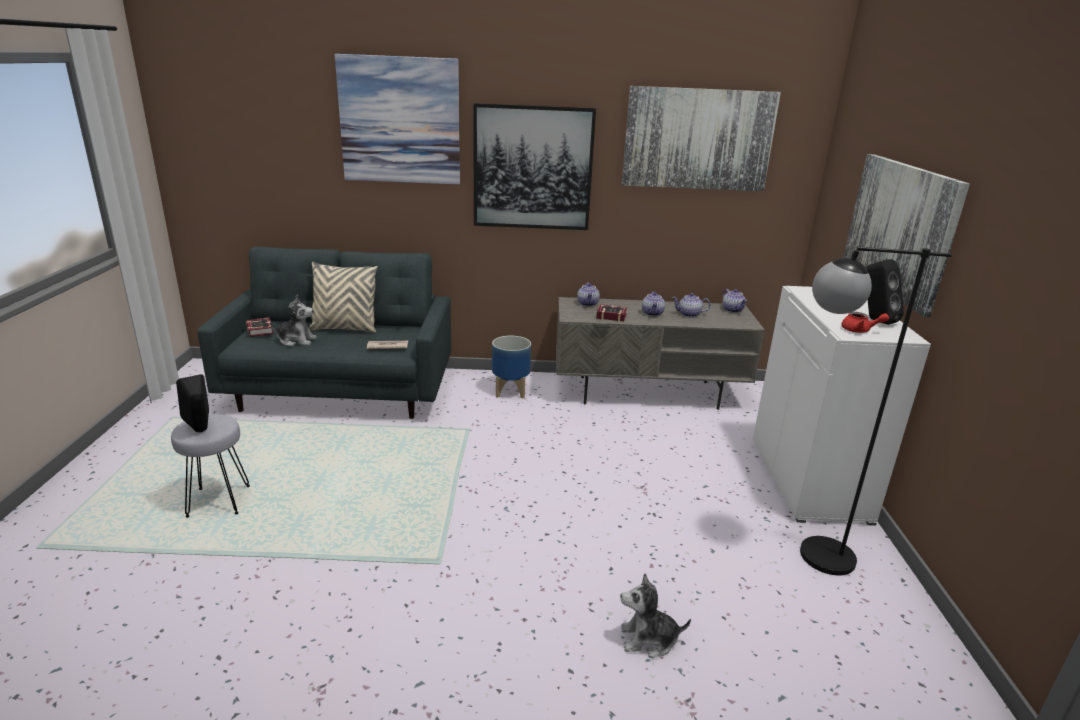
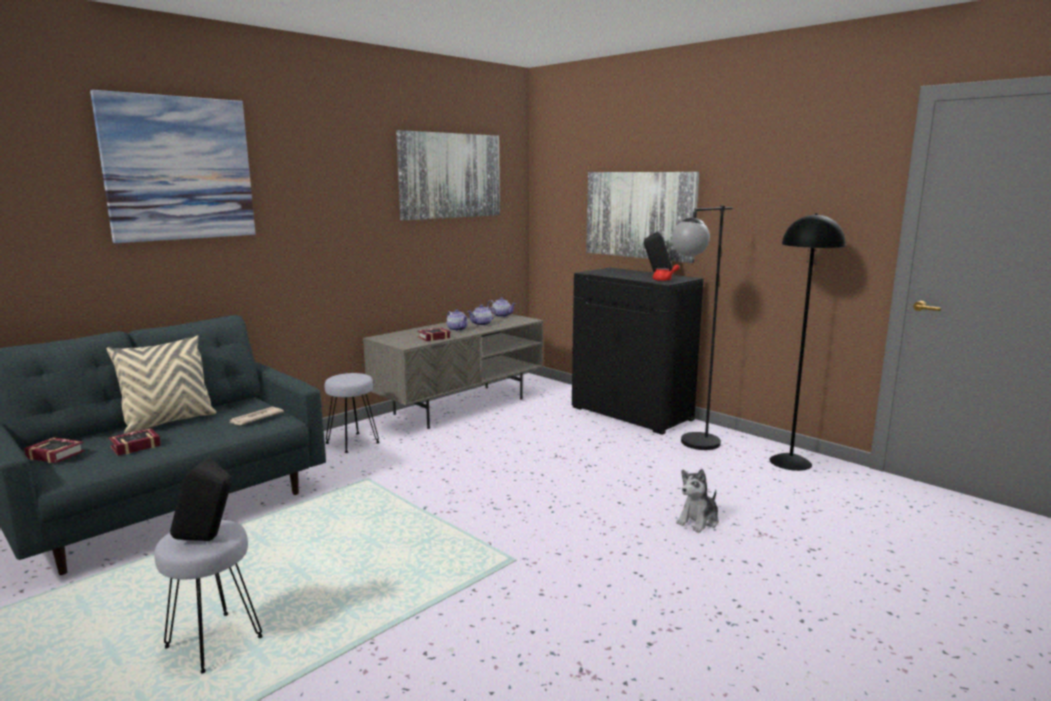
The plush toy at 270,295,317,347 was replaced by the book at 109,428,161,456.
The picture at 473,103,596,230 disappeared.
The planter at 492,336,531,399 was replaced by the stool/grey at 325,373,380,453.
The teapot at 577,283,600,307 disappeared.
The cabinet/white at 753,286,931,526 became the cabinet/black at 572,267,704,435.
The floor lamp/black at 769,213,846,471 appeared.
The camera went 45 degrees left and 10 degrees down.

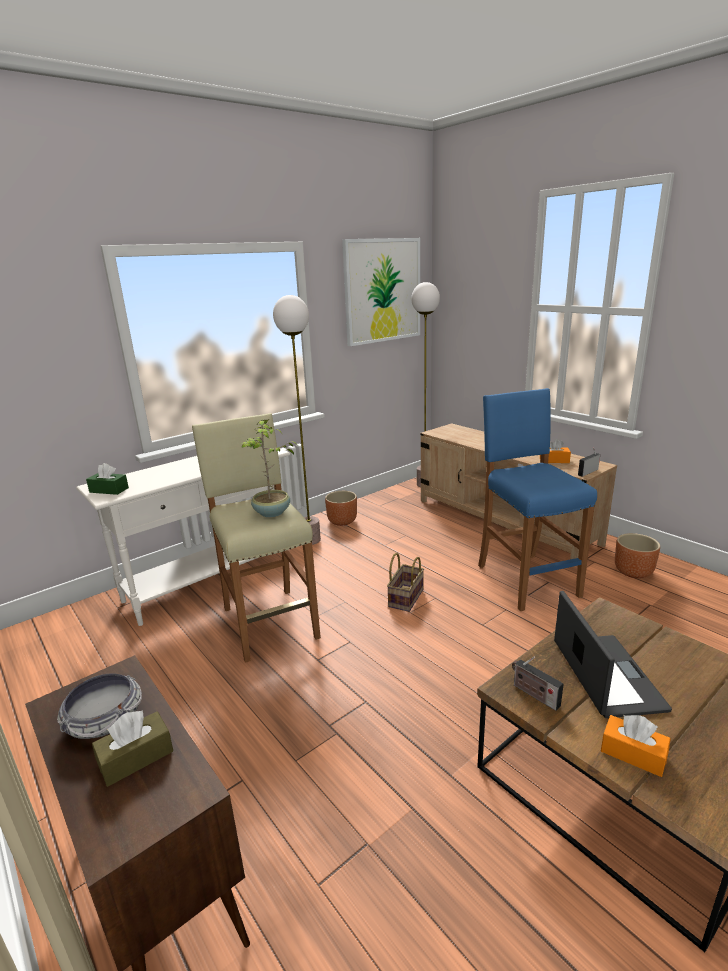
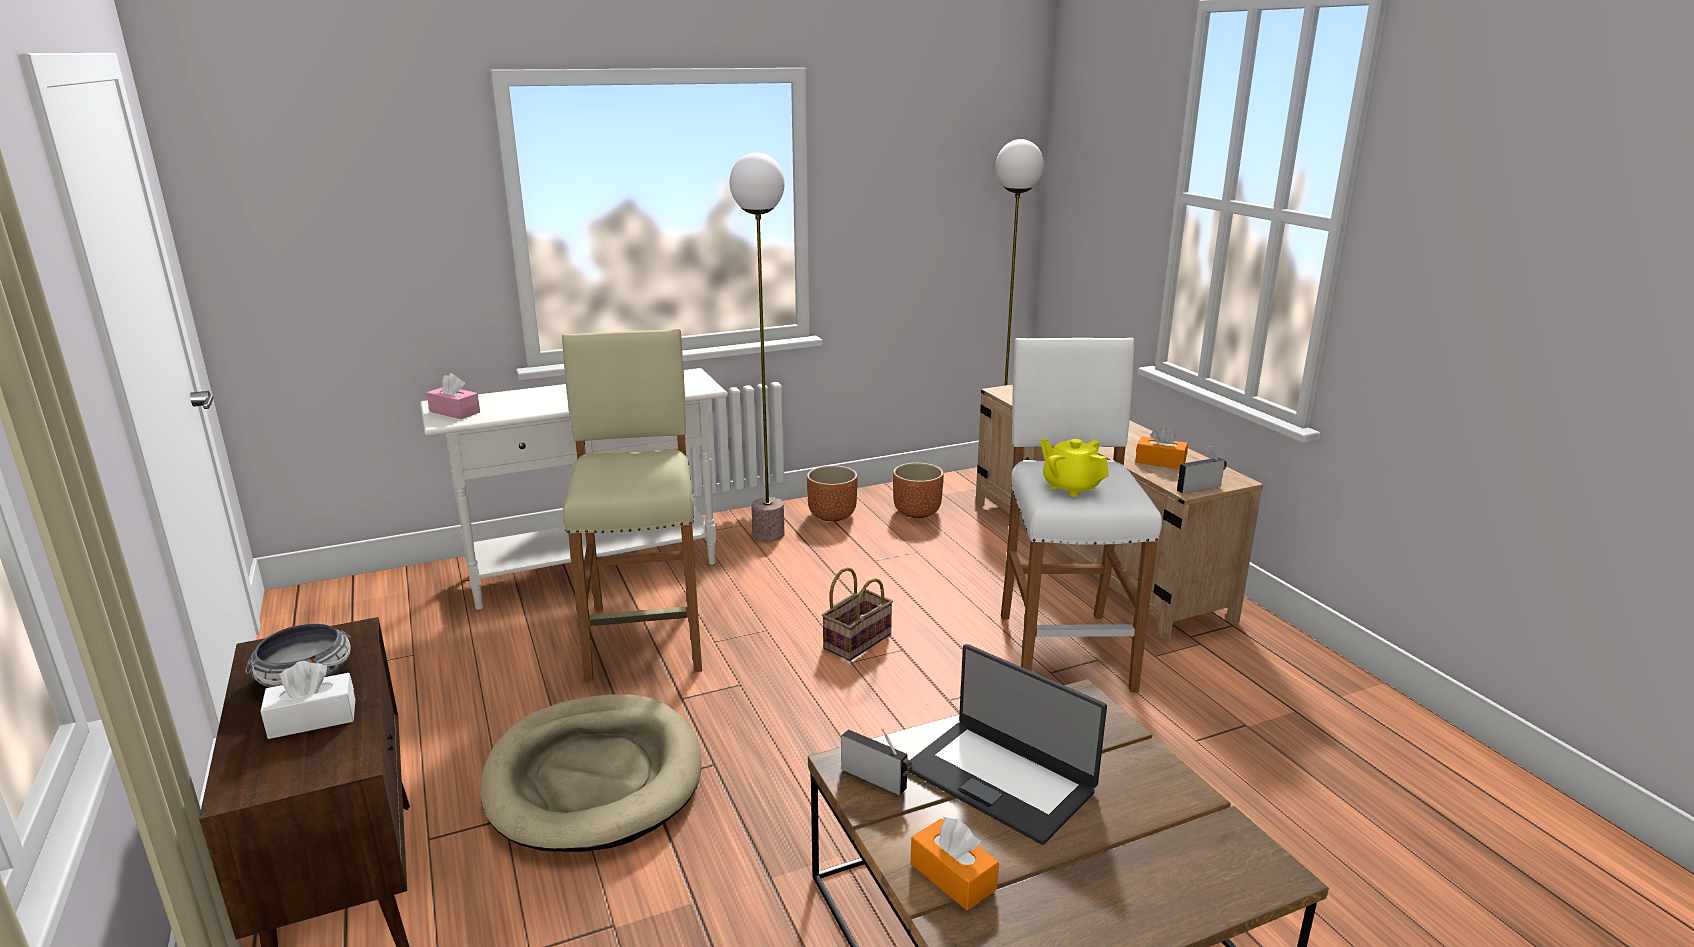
The tissue box/green at 86,463,129,495 became the tissue box/pink at 426,373,480,419.
The tissue box/brown at 92,710,173,787 became the tissue box/white at 260,661,355,739.
The potted plant at 241,418,298,517 disappeared.
The picture at 342,238,420,346 disappeared.
The stool/blue at 478,388,597,611 became the stool/white at 1001,338,1162,692.
The radio at 512,657,564,711 turned 150 degrees clockwise.
The laptop at 554,591,672,718 turned 120 degrees clockwise.
The planter/brown moved from 615,533,660,578 to 893,463,944,518.
The dog bed/beige at 480,694,702,852 appeared.
The teapot/yellow at 1040,439,1109,497 appeared.
The camera went 15 degrees right and 0 degrees up.

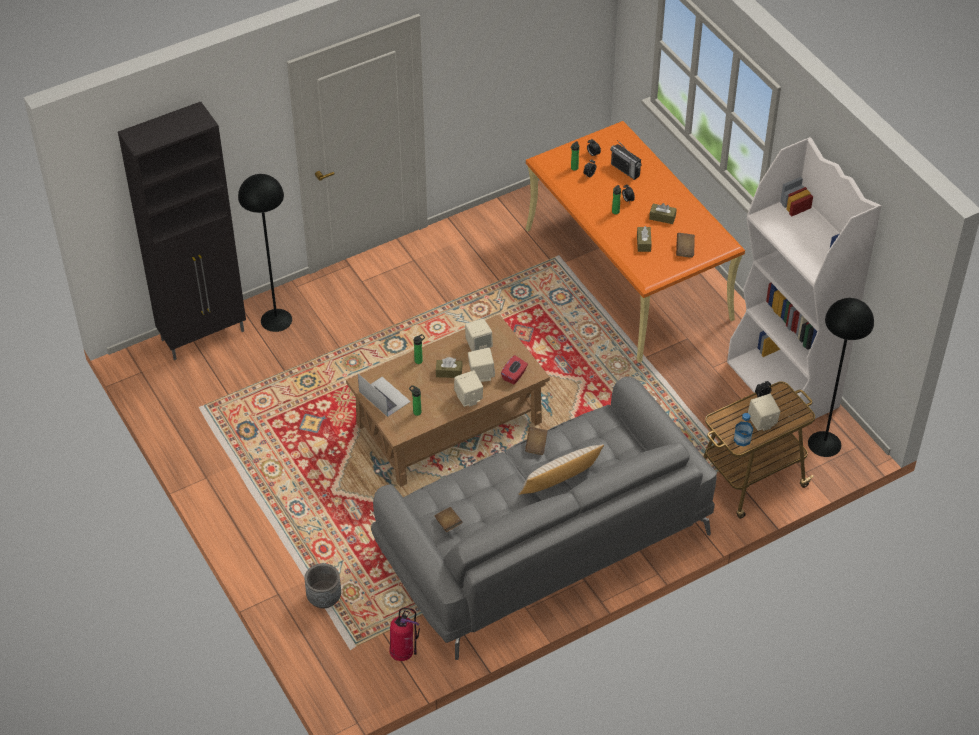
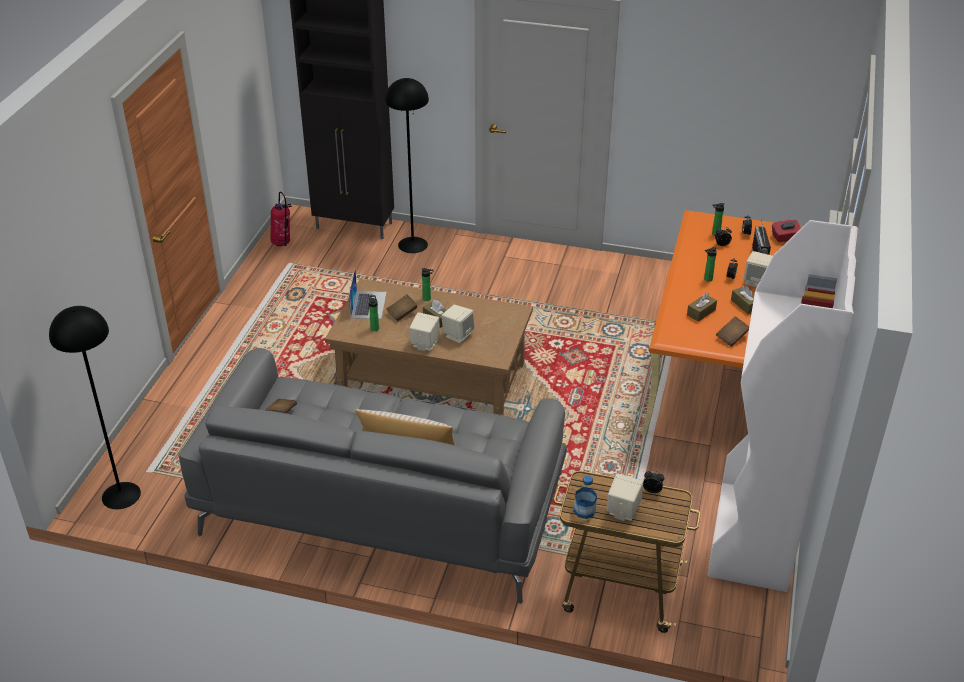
The planter/grey at 304,563,341,609 disappeared.
The fire extinguisher moved from 390,608,420,661 to 270,192,292,246.
The speaker/beige moved from 465,319,493,351 to 743,251,773,287.
The tissue box/red moved from 501,355,528,385 to 772,220,801,242.
The book/brown moved from 525,427,548,455 to 387,294,418,321.
The floor lamp/black moved from 808,298,874,457 to 49,306,141,509.
The camera went 45 degrees right and 10 degrees down.

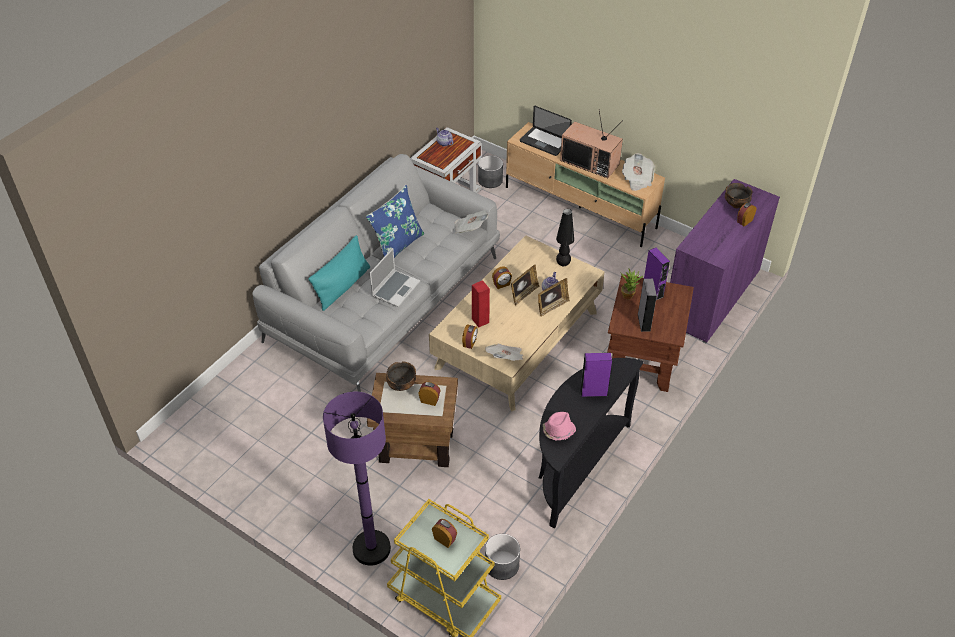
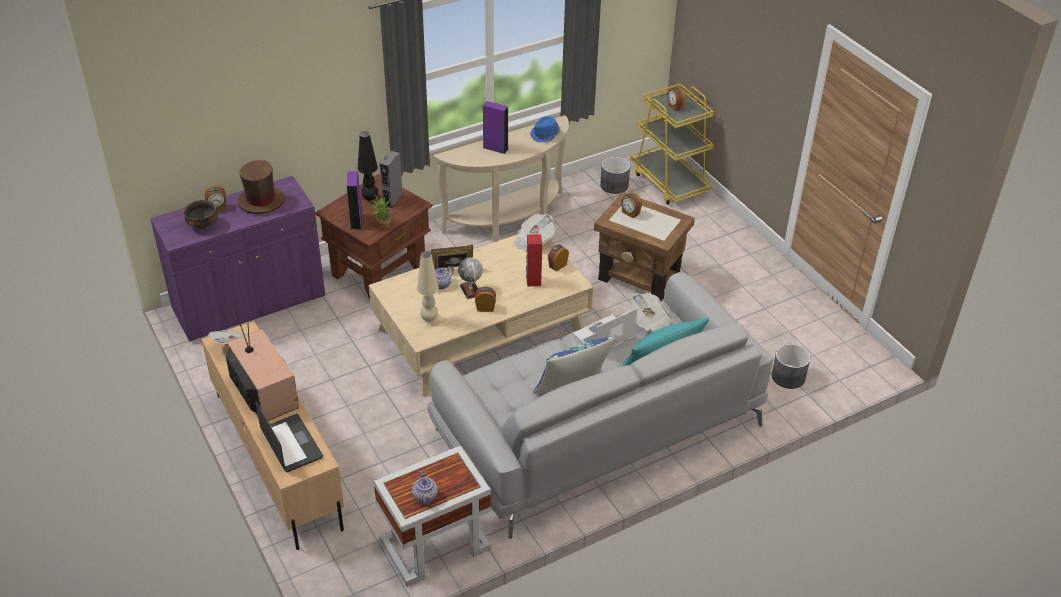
The floor lamp/purple at 323,392,391,566 disappeared.
The bowl at 386,361,416,391 disappeared.
The newspaper moved from 455,209,488,233 to 630,293,672,332.
The planter/grey moved from 478,155,503,188 to 772,344,810,389.
The picture frame at 511,265,539,306 was replaced by the globe at 458,257,483,299.
The console table/black at 539,358,643,528 became the console table/beige at 434,115,569,242.
The hat/pink at 543,412,576,441 became the hat/blue at 530,116,560,142.
The table lamp/black moved from 556,209,574,267 to 357,132,378,201.
The hat/brown at 238,160,285,214 appeared.
The table lamp/beige at 417,251,439,322 appeared.
The camera went 155 degrees left and 5 degrees down.

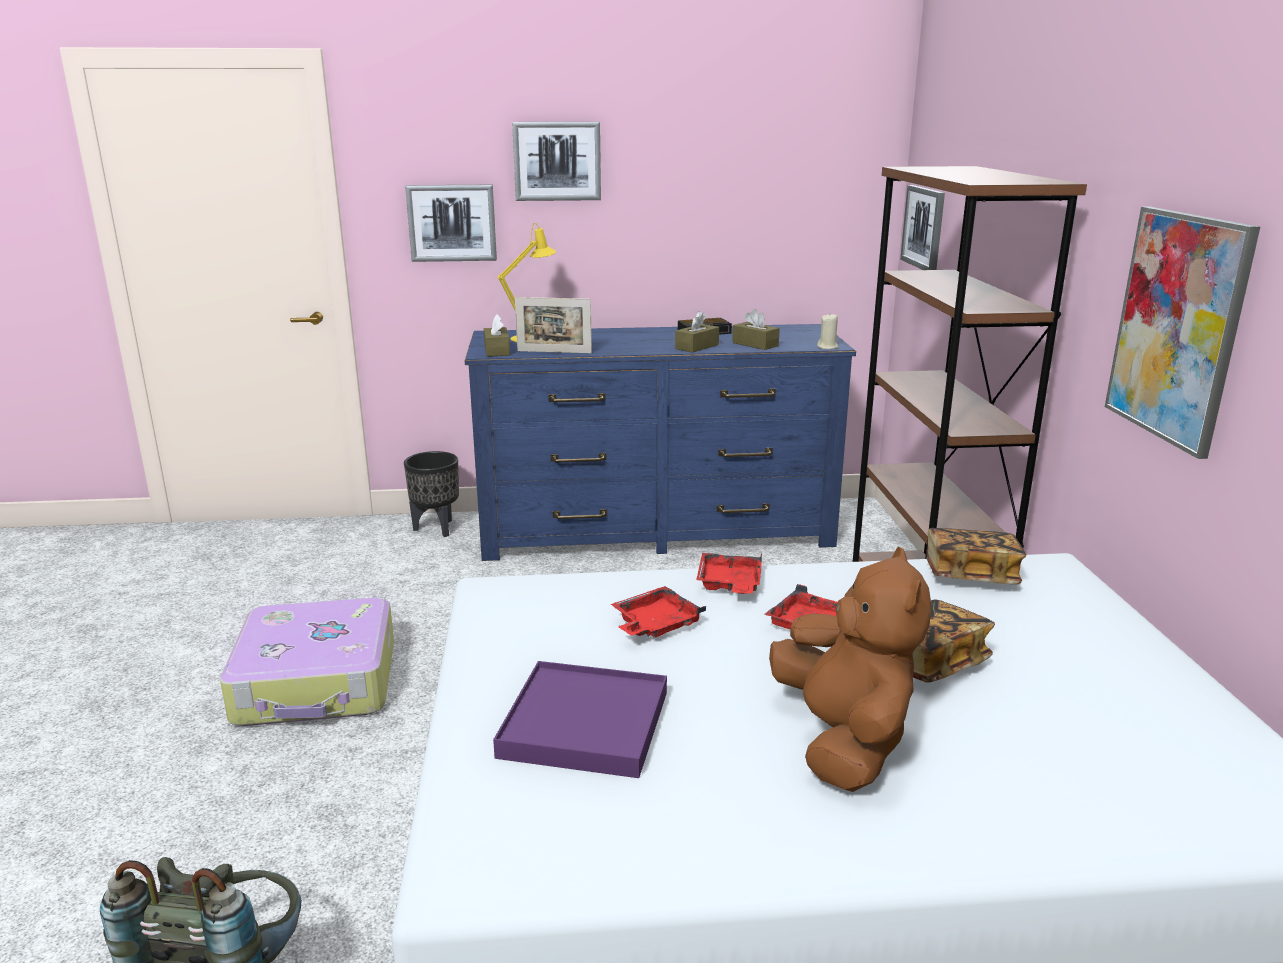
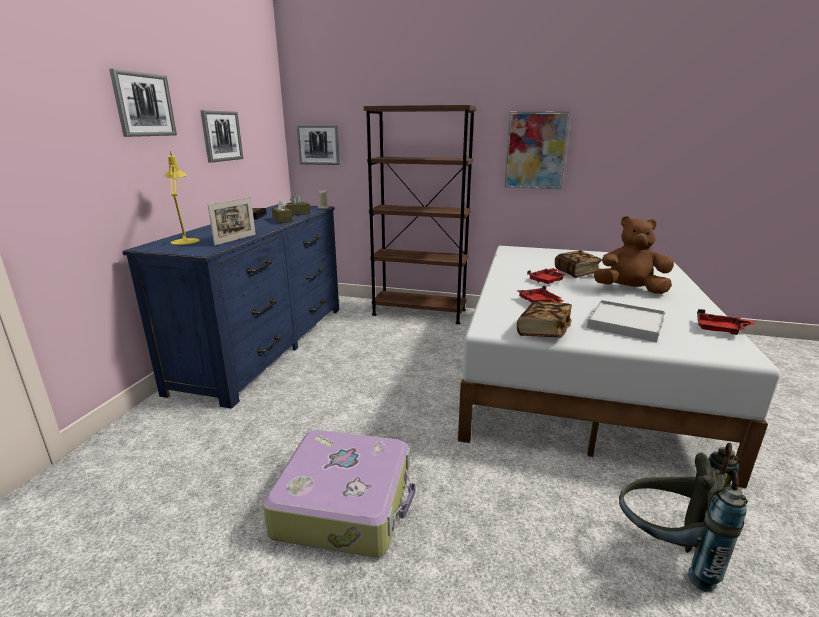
The planter/black at 404,451,459,537 disappeared.
The picture moved from 405,185,497,262 to 200,110,243,163.
The tissue box/brown at 484,315,510,357 disappeared.
The tray/purple at 493,661,667,778 became the tray/white at 587,300,665,342.
The tray/red moved from 696,553,762,594 to 697,309,754,335.
The book moved from 926,528,1026,585 to 517,301,572,338.
The camera went 70 degrees left and 0 degrees up.

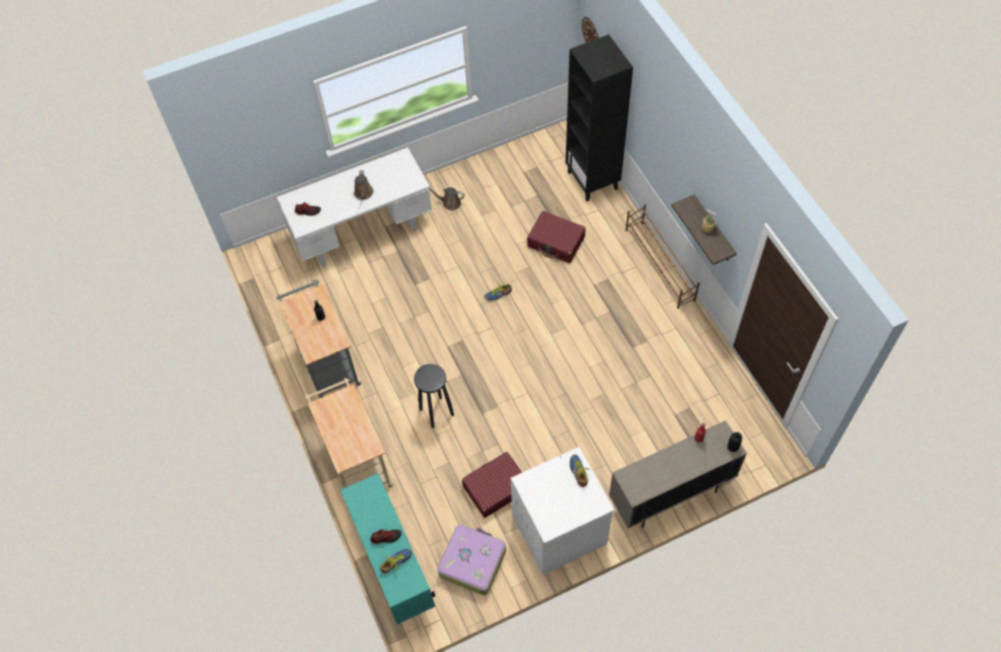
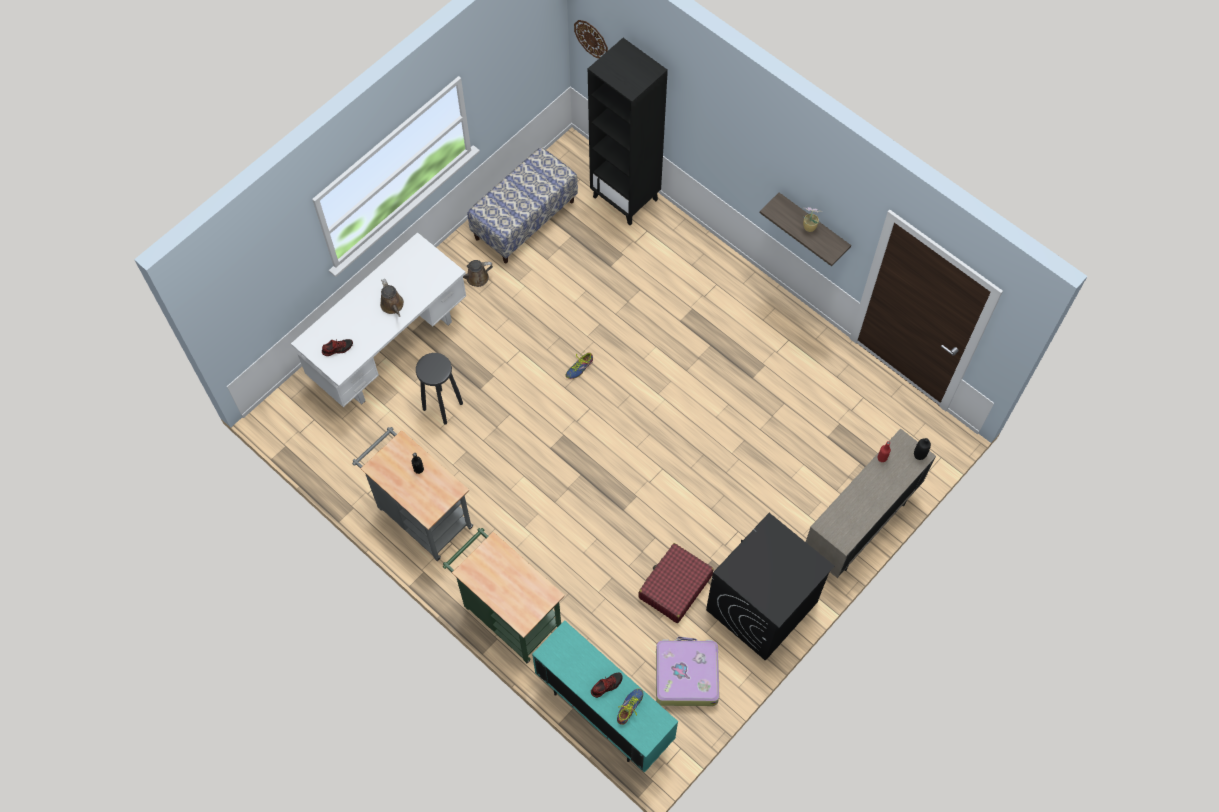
The cart/beige at 305,378,393,488 became the cart/green at 443,528,565,663.
The stool/black moved from 414,364,454,428 to 416,353,463,425.
The washing machine/white at 510,447,614,575 became the washing machine/black at 706,513,834,661.
The suitcase/red at 527,211,586,263 disappeared.
The shoe at 570,454,590,487 disappeared.
The shoe rack/brown at 626,204,700,309 disappeared.
The bench at 467,147,578,263 appeared.
The camera went 25 degrees left and 5 degrees up.

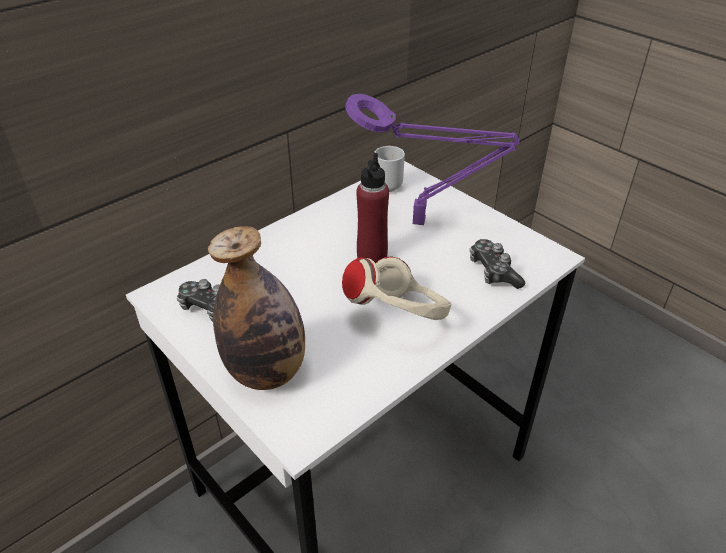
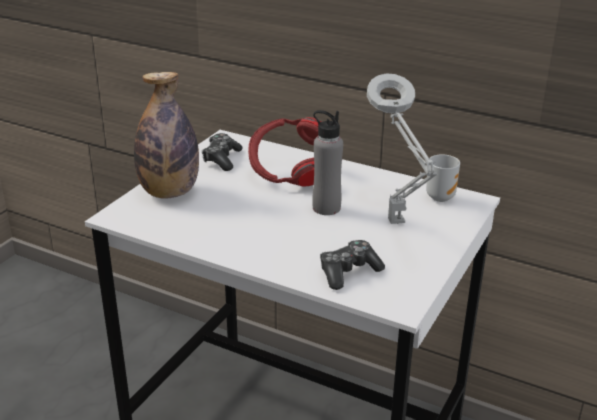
The headphones/beige at 342,256,452,320 disappeared.
The table lamp/purple at 345,94,520,225 became the table lamp/grey at 367,73,437,224.
The bottle/red at 356,153,389,263 became the bottle/grey at 312,110,343,215.
The headphones/red at 248,117,321,187 appeared.
The camera went 70 degrees right and 10 degrees down.

